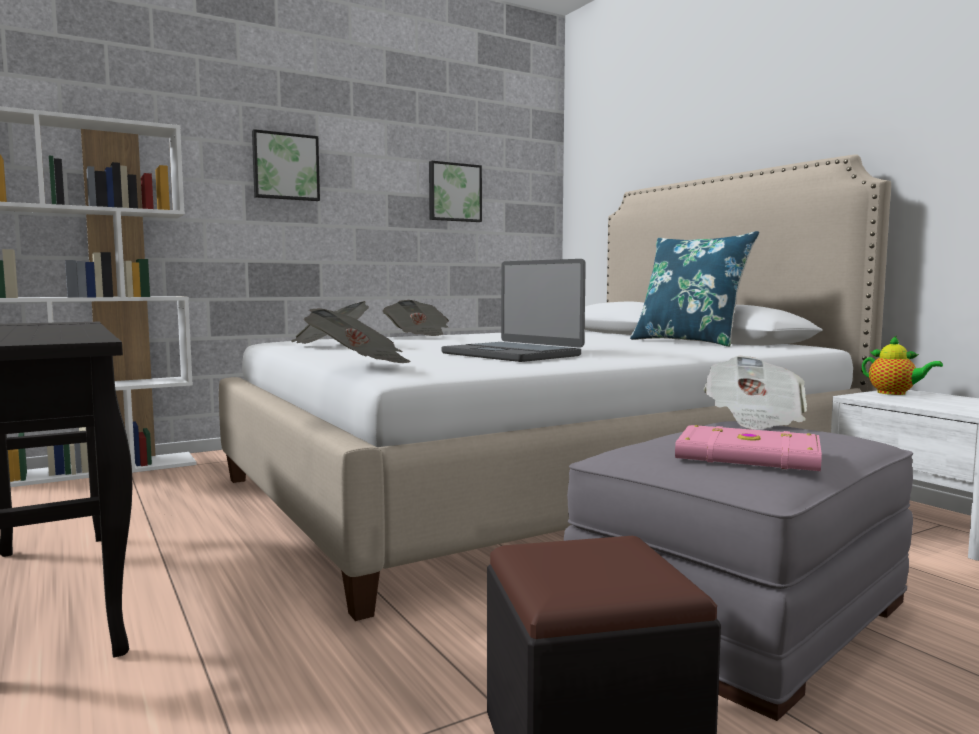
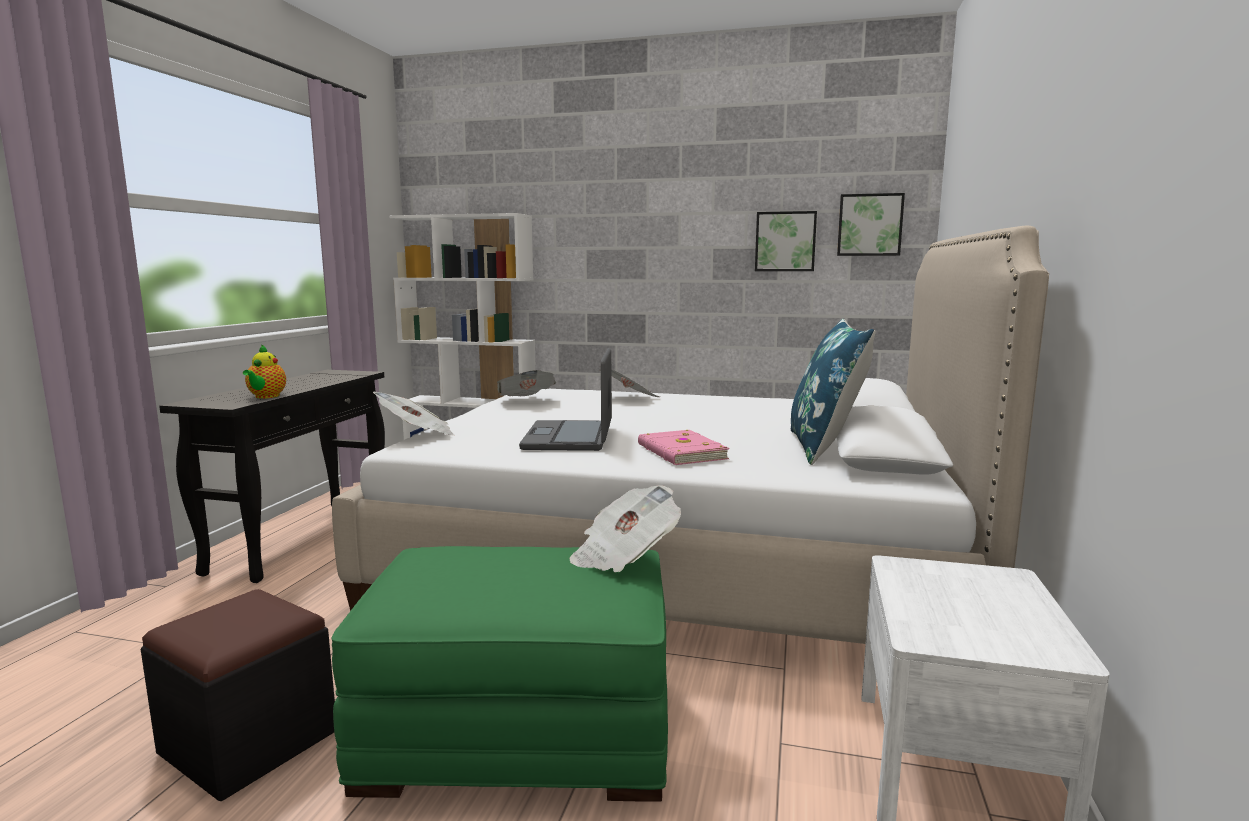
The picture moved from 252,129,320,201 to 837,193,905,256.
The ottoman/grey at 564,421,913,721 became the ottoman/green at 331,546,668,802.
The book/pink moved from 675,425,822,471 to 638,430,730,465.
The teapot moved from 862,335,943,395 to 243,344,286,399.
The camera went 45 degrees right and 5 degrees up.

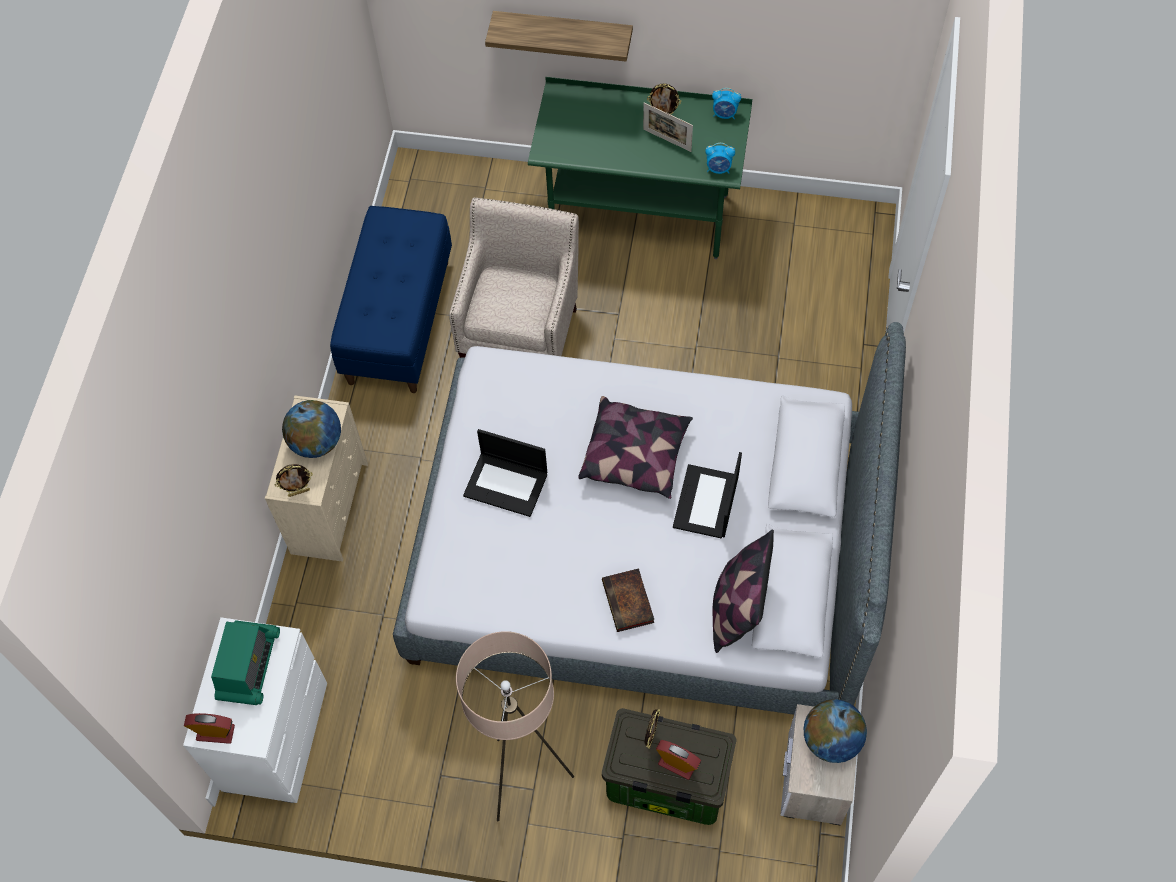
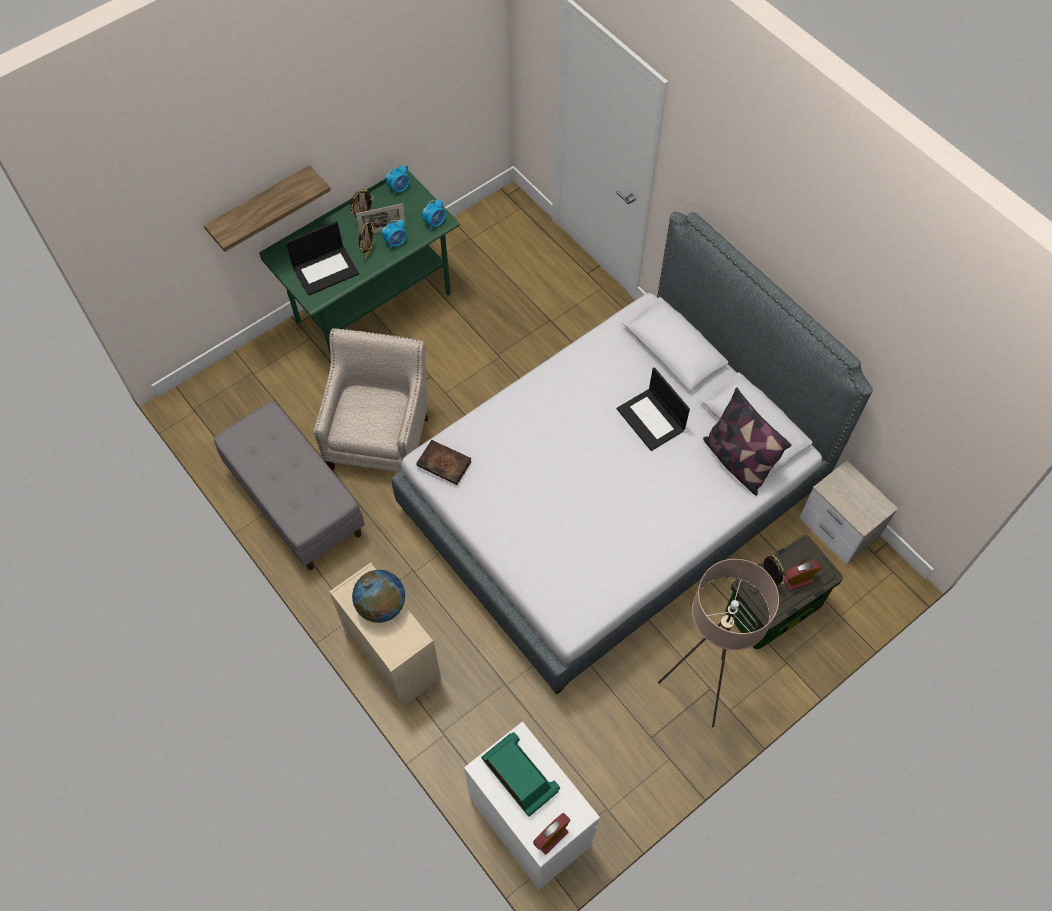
The picture frame moved from 275,464,313,497 to 359,222,374,259.
The bench/blue at 330,206,452,393 became the bench/grey at 214,401,365,570.
The armchair/beige at 449,198,579,358 turned 45 degrees clockwise.
The laptop moved from 463,429,547,517 to 286,221,359,296.
The pillow at 578,396,693,499 disappeared.
The book moved from 602,568,654,632 to 416,440,472,485.
The globe at 804,699,867,763 disappeared.
The alarm clock at 382,220,407,249 appeared.
The camera went 50 degrees left and 0 degrees up.

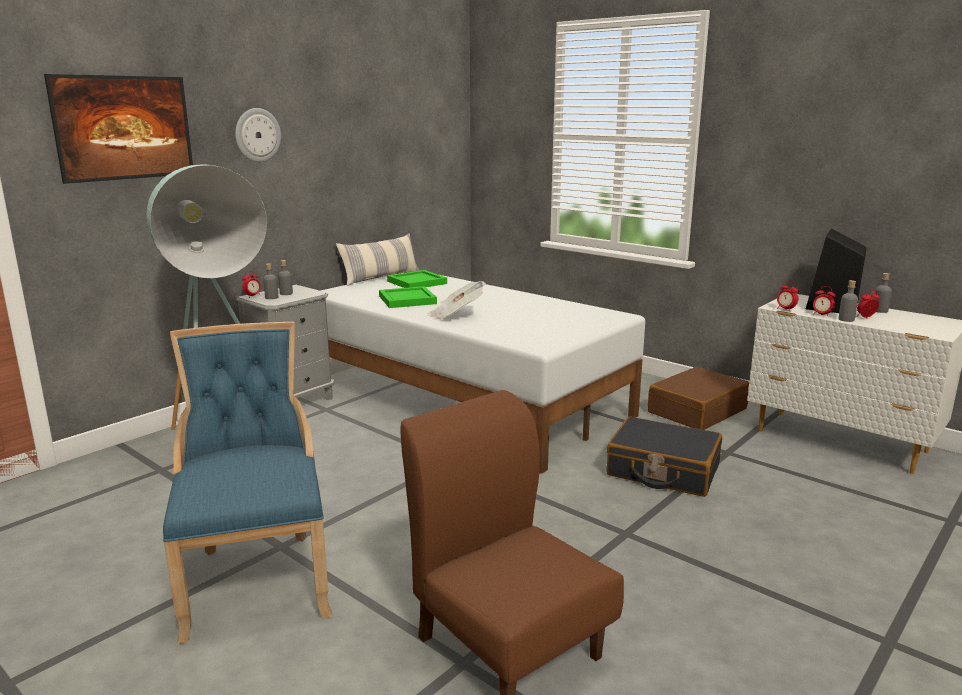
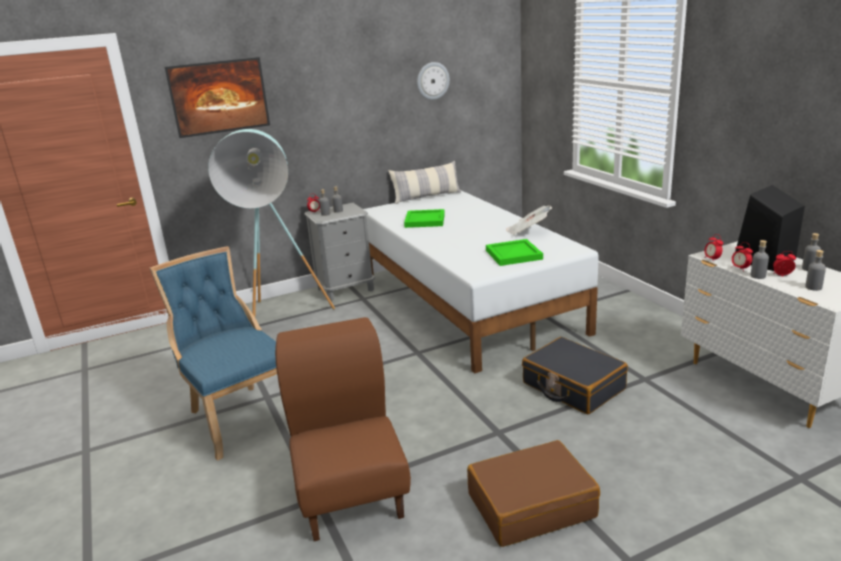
The chair/blue at 163,322,332,645 turned 45 degrees counterclockwise.
The wall clock moved from 235,108,281,162 to 417,62,450,100.
The tray/green moved from 387,270,447,288 to 486,239,543,266.
The newspaper moved from 427,281,486,319 to 506,206,552,235.
The suitcase/brown moved from 648,367,749,430 to 467,440,600,547.
The bottle/grey at 805,250,826,291 appeared.
The camera went 25 degrees right and 5 degrees up.

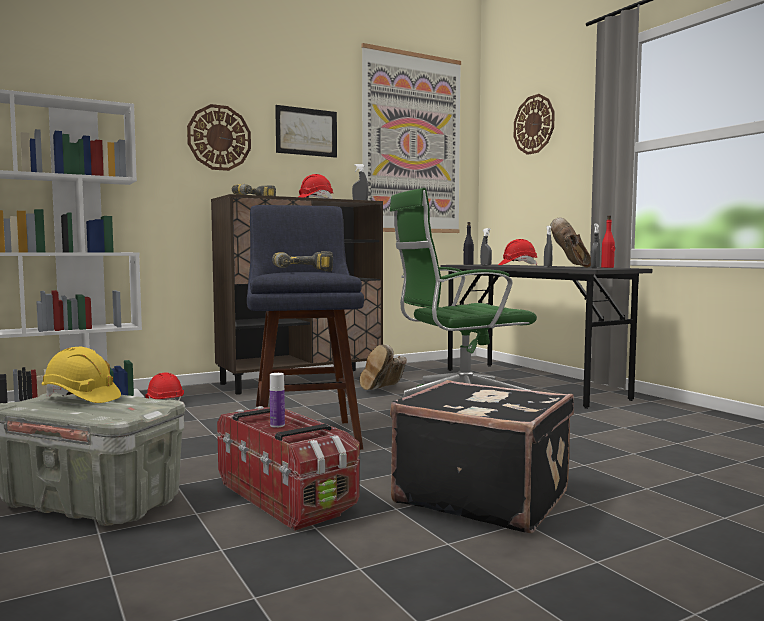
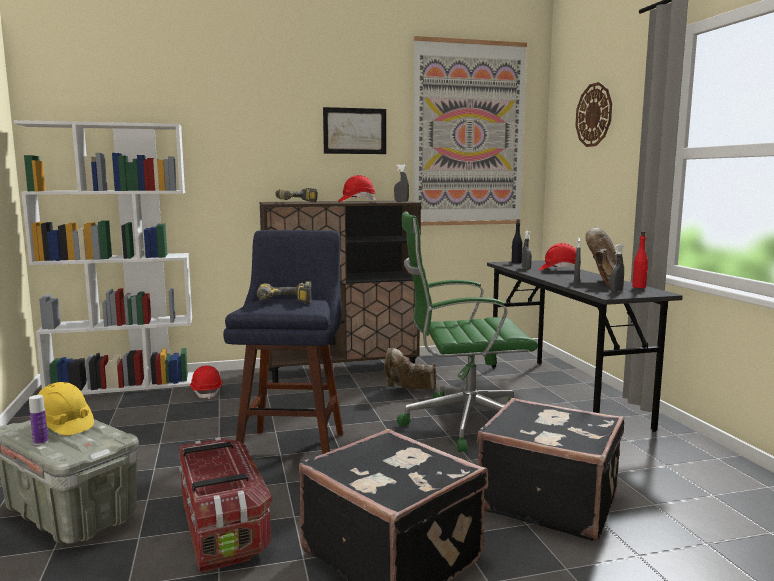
The wall clock at 187,104,251,171 disappeared.
The bottle moved from 270,373,285,428 to 29,395,48,445.
The boot/brown at 359,344,407,390 turned 45 degrees clockwise.
The suitcase/black at 477,398,624,542 appeared.
The camera went 15 degrees right and 5 degrees up.

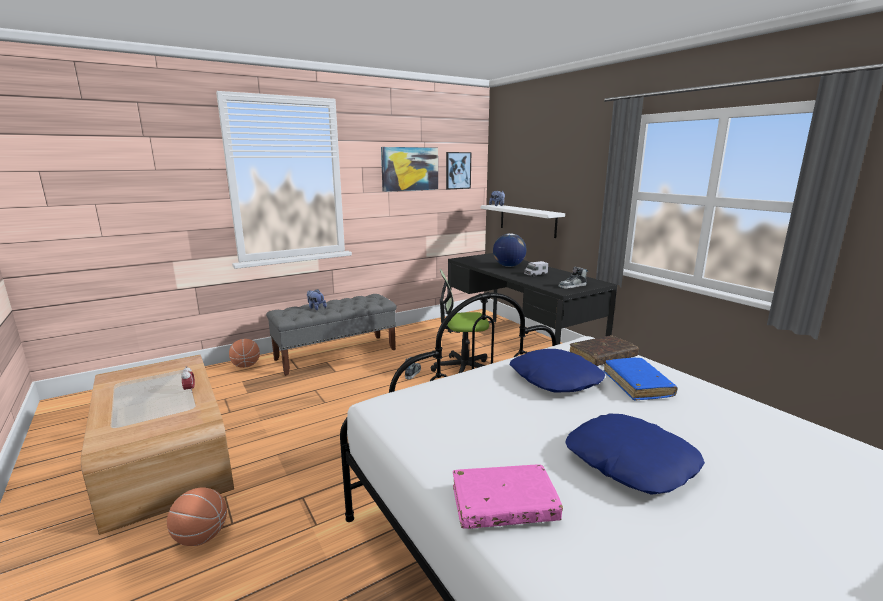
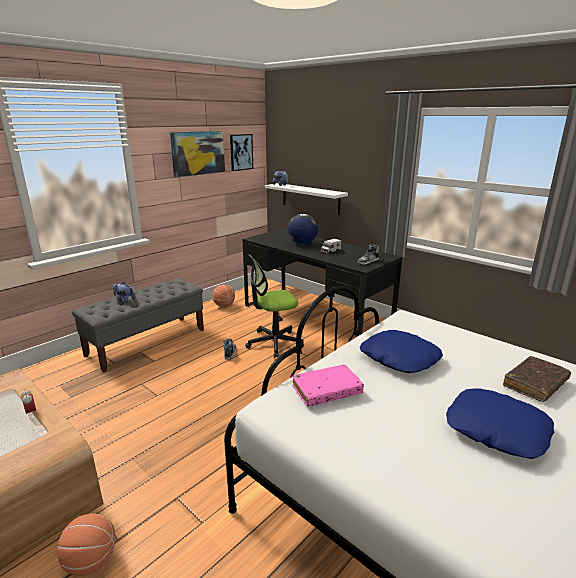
The basketball moved from 229,339,260,368 to 212,285,235,307.
The book/pink moved from 453,464,563,529 to 292,365,364,407.
The book/brown moved from 570,335,639,366 to 503,356,571,402.
The book/blue at 604,358,678,401 disappeared.
The camera went 15 degrees left and 5 degrees up.

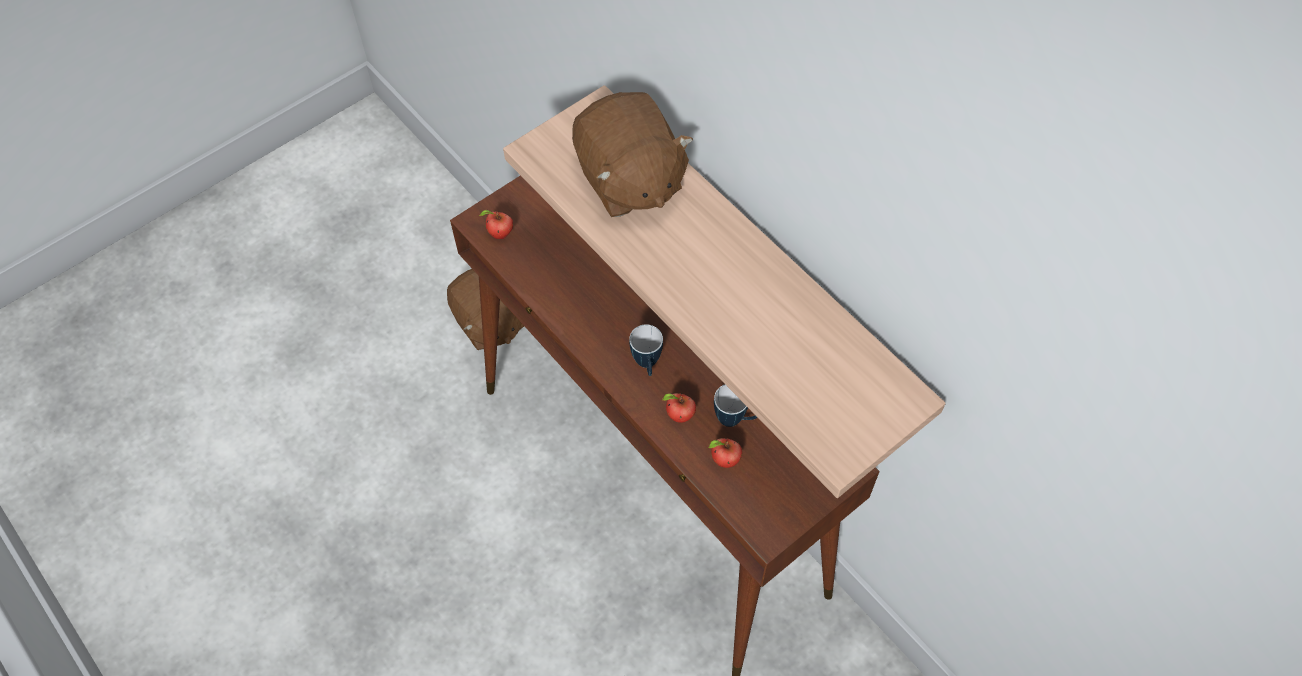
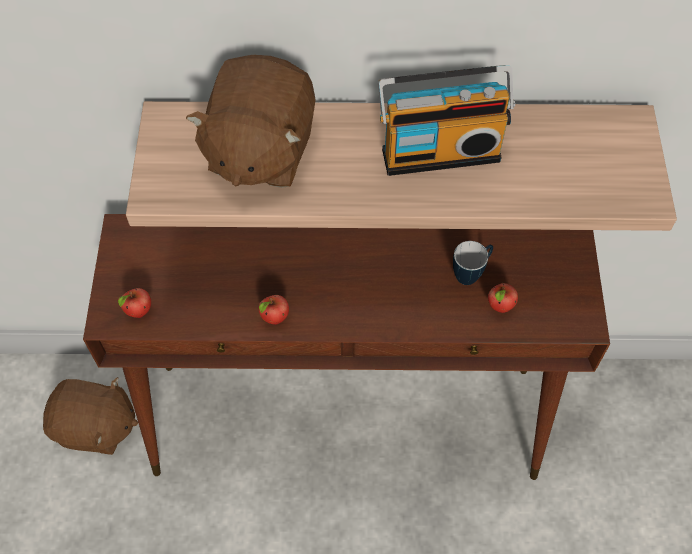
The plush toy/brown at 572,92,693,217 turned 90 degrees clockwise.
The mug at 629,324,663,376 disappeared.
The apple moved from 662,393,696,423 to 258,294,289,325.
The radio at 378,65,515,176 appeared.
The camera went 50 degrees left and 0 degrees up.

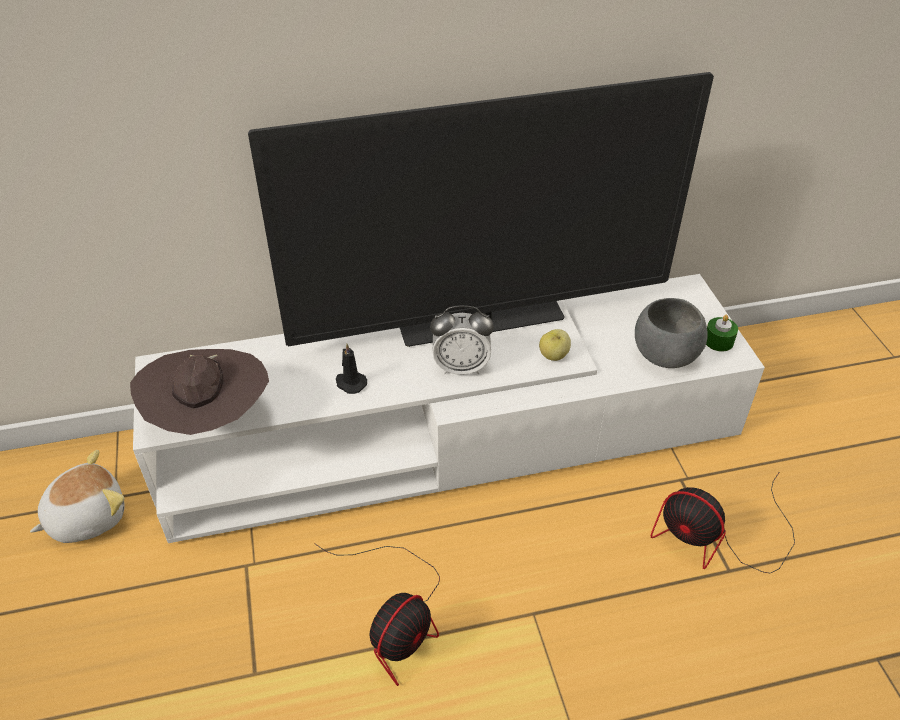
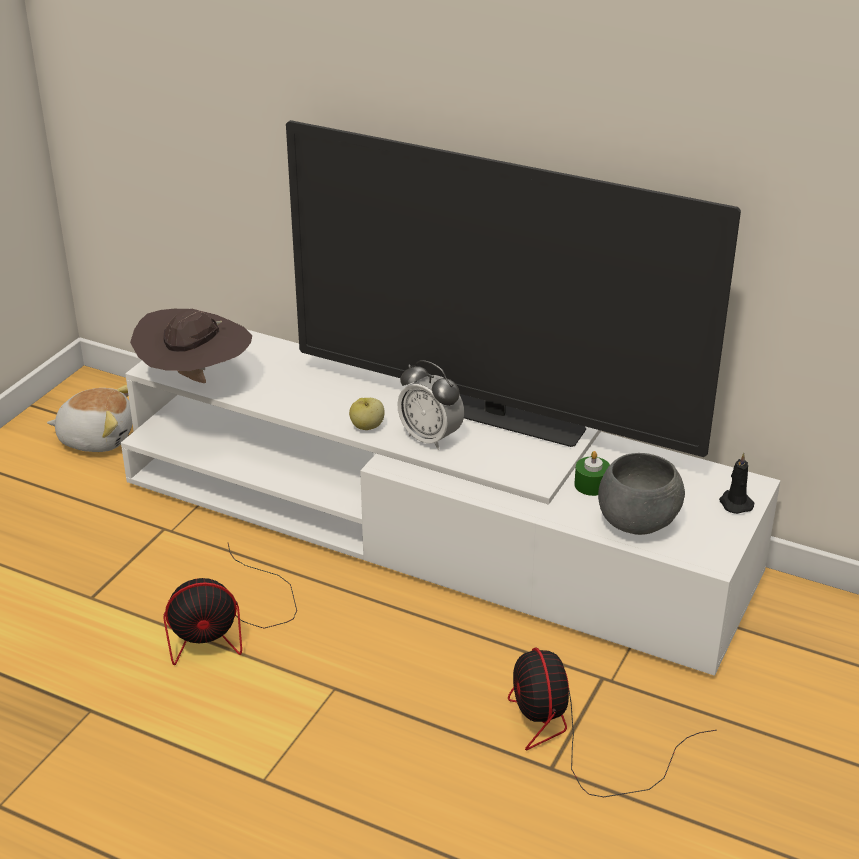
The candle/black moved from 336,344,367,394 to 719,453,754,514.
The apple moved from 539,329,571,361 to 349,398,385,430.
The candle/green moved from 706,315,738,352 to 574,451,610,496.
The camera went 40 degrees right and 10 degrees down.

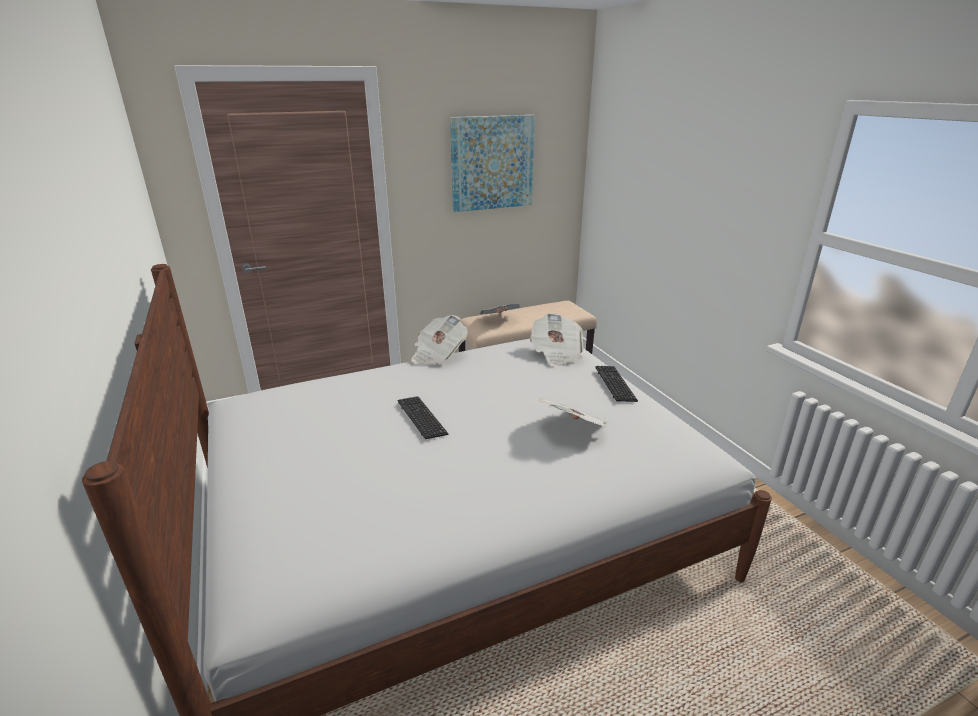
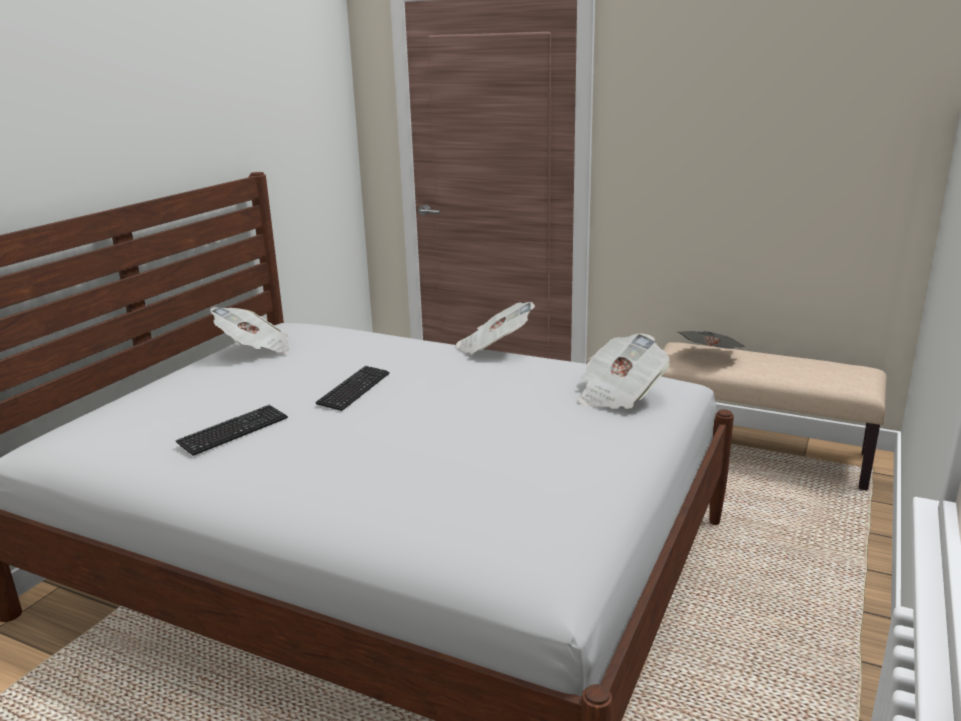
The picture at 450,115,535,212 disappeared.
The newspaper moved from 539,398,608,427 to 210,307,290,354.
The keyboard moved from 595,366,638,402 to 176,405,288,456.
The camera went 50 degrees right and 5 degrees down.

